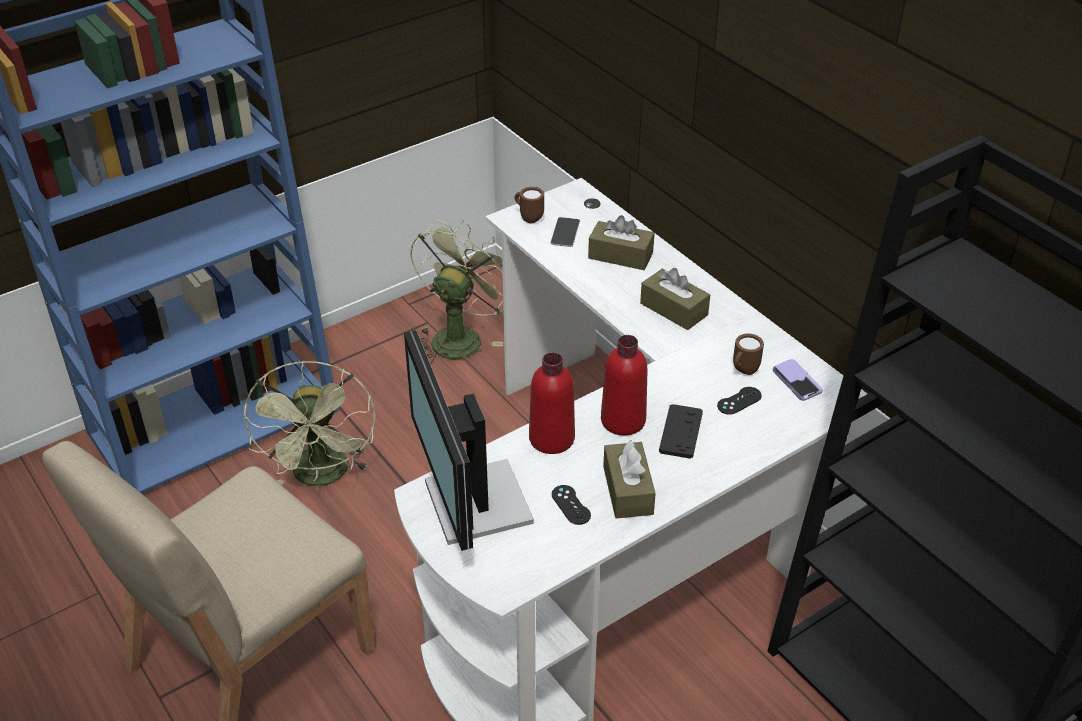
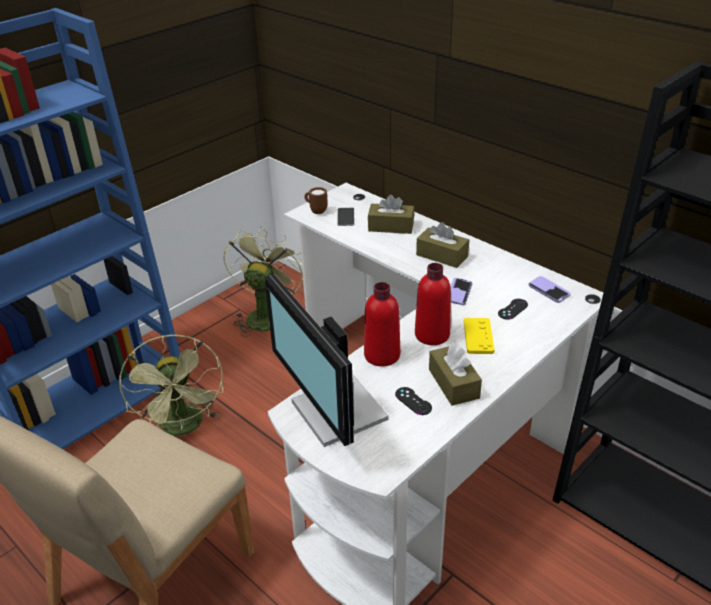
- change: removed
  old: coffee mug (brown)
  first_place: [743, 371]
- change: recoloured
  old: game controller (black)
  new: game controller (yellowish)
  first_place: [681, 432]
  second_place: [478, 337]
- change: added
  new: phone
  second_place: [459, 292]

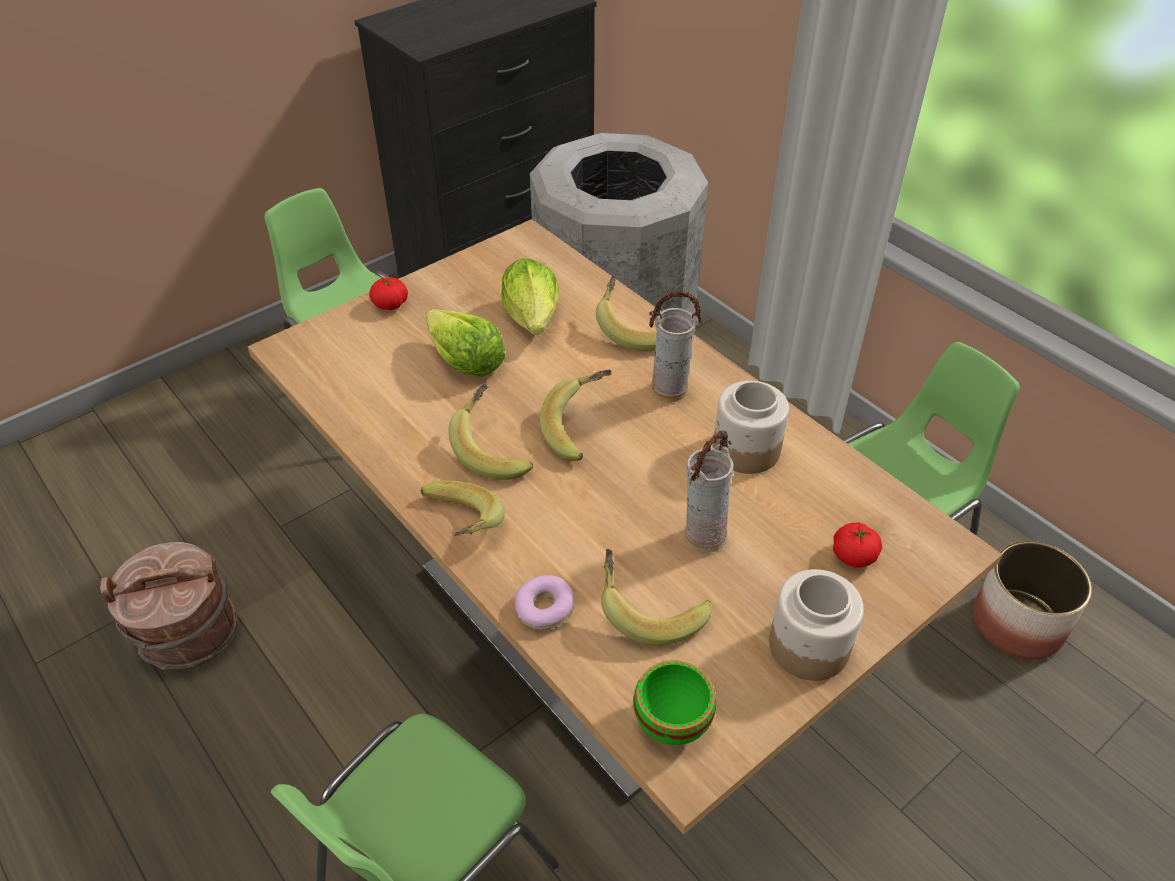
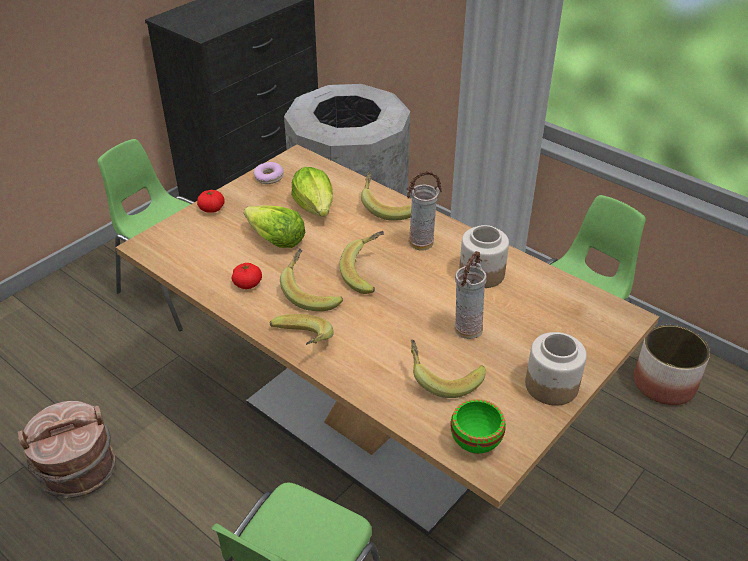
- change: moved
  old: tomato
  first_place: [853, 555]
  second_place: [247, 284]
- change: moved
  old: donut
  first_place: [544, 608]
  second_place: [269, 177]

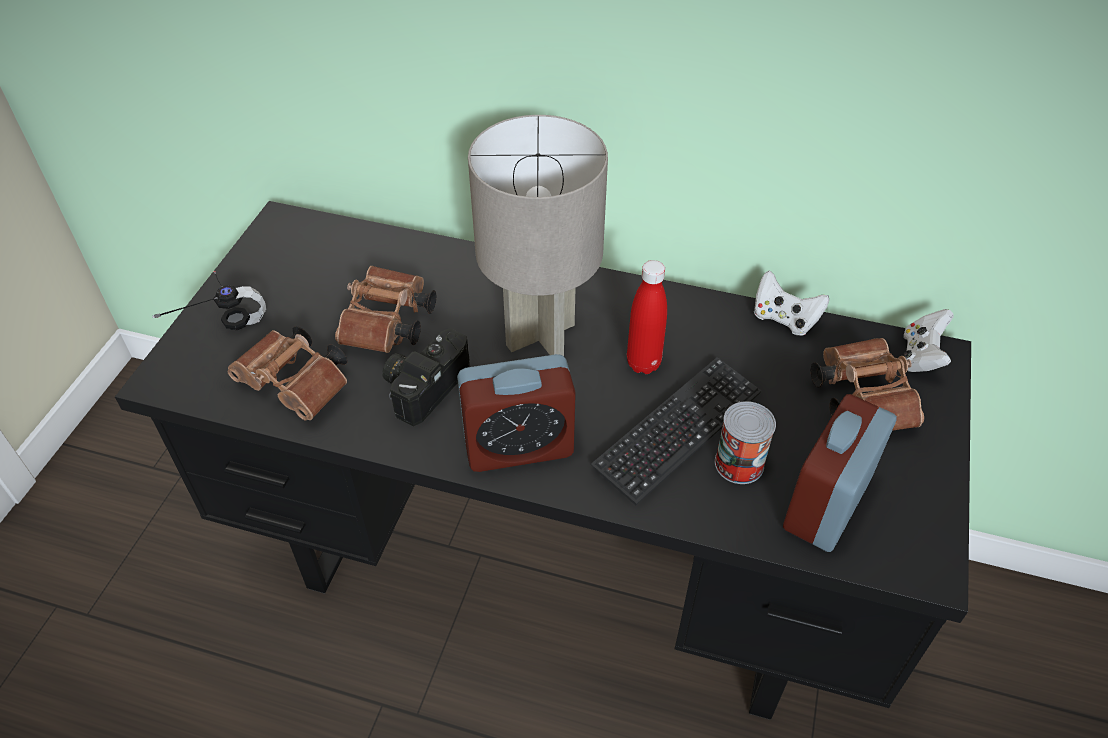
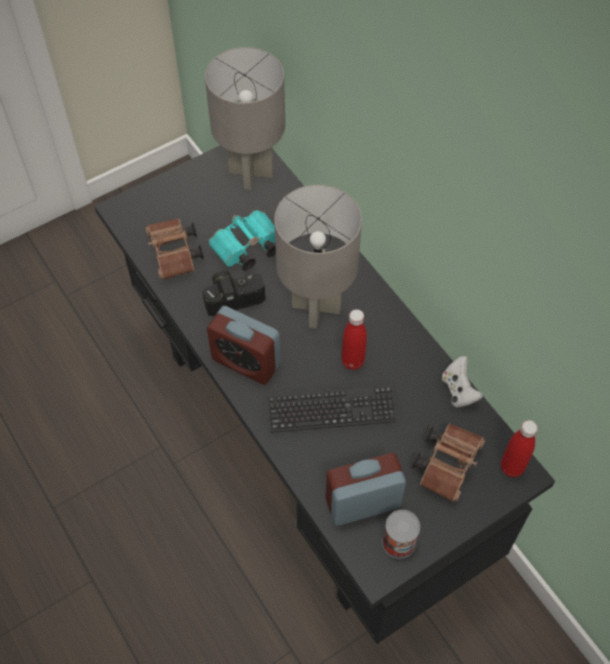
- change: recoloured
  old: field glasses (brown)
  new: field glasses (turquoise)
  first_place: [388, 326]
  second_place: [246, 249]
- change: removed
  old: headset
  first_place: [219, 321]
- change: replaced
  old: game controller (white-coloured)
  new: bottle (red)
  first_place: [920, 356]
  second_place: [511, 467]
- change: moved
  old: metal can
  first_place: [739, 464]
  second_place: [399, 542]
- change: added
  new: lamp for a table (grey)
  second_place: [250, 173]

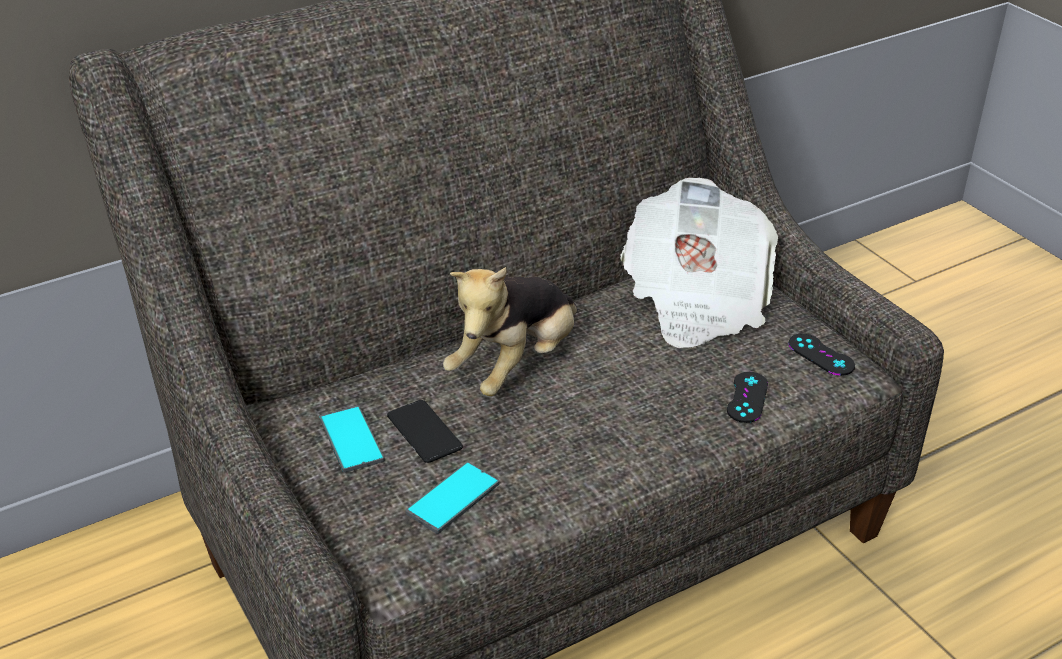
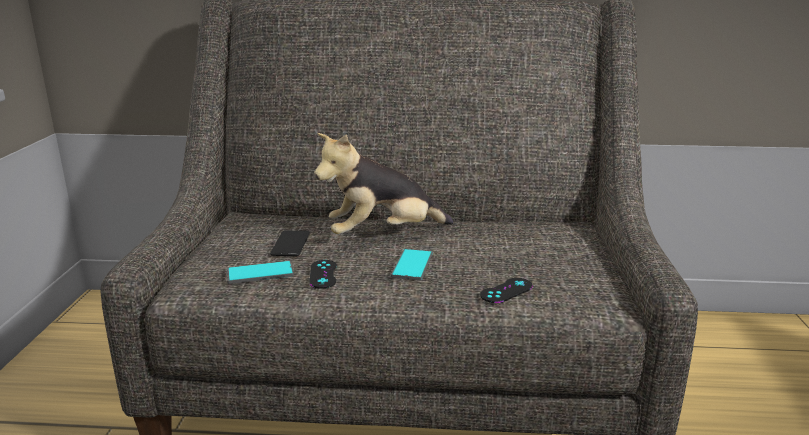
- change: removed
  old: daily paper
  first_place: [695, 300]
- change: moved
  old: game controller (black)
  first_place: [821, 355]
  second_place: [323, 274]
- change: moved
  old: phone
  first_place: [351, 439]
  second_place: [412, 265]

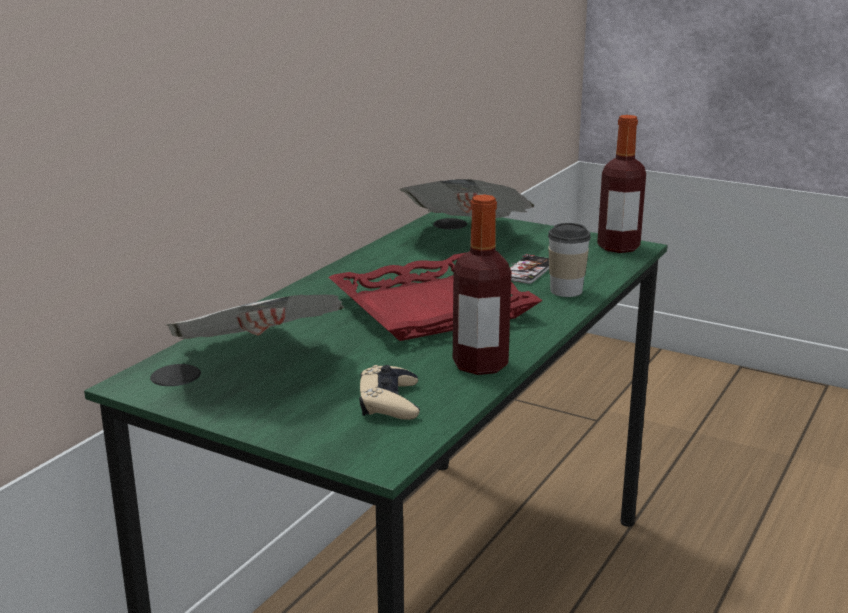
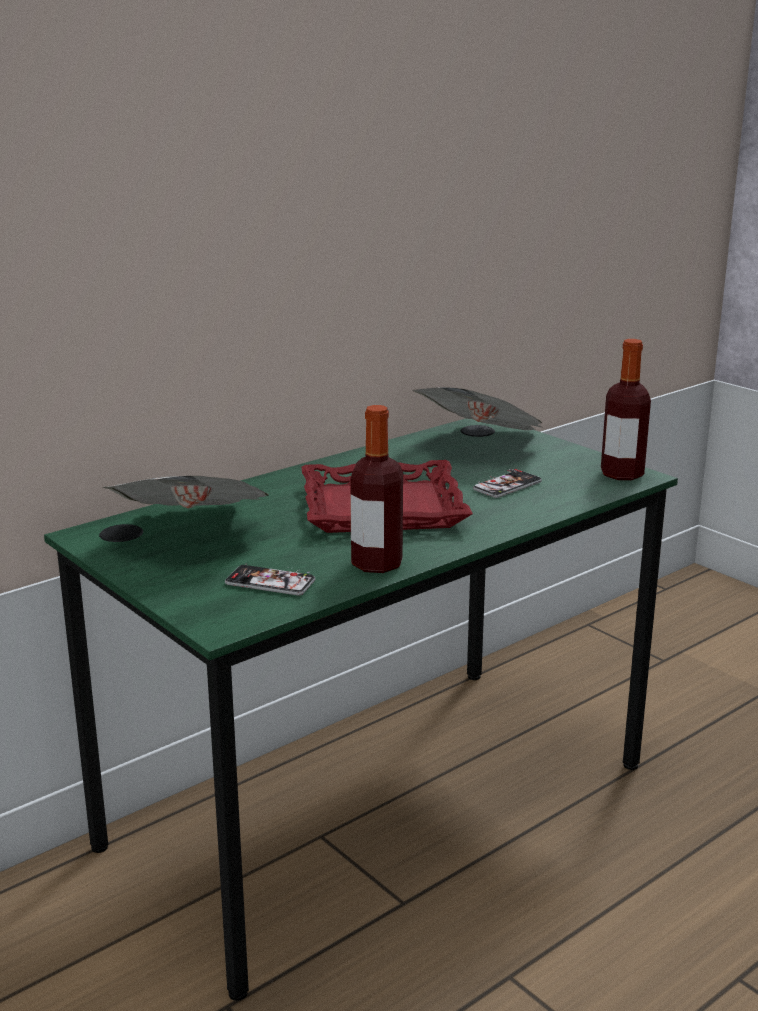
- change: removed
  old: cup
  first_place: [566, 291]
- change: replaced
  old: game controller (sand-coloured)
  new: phone
  first_place: [389, 401]
  second_place: [270, 582]

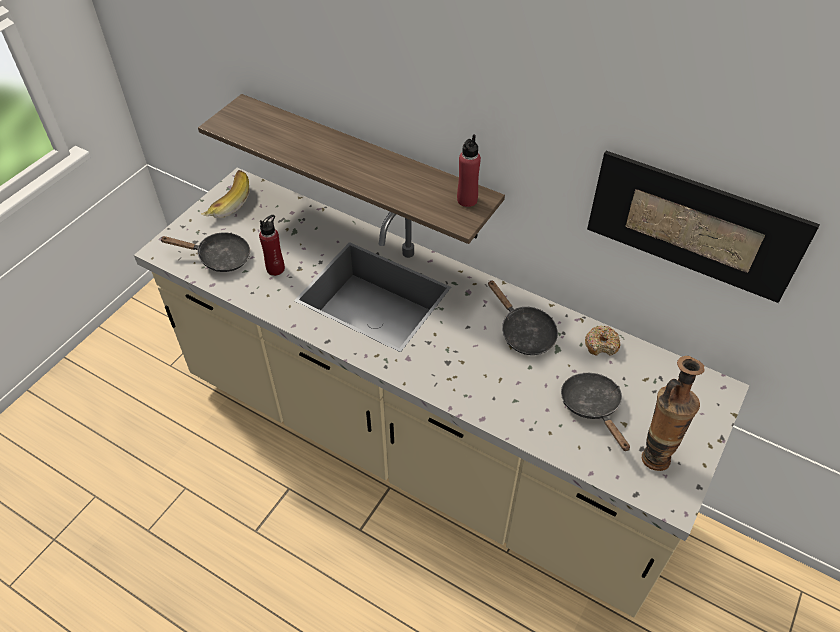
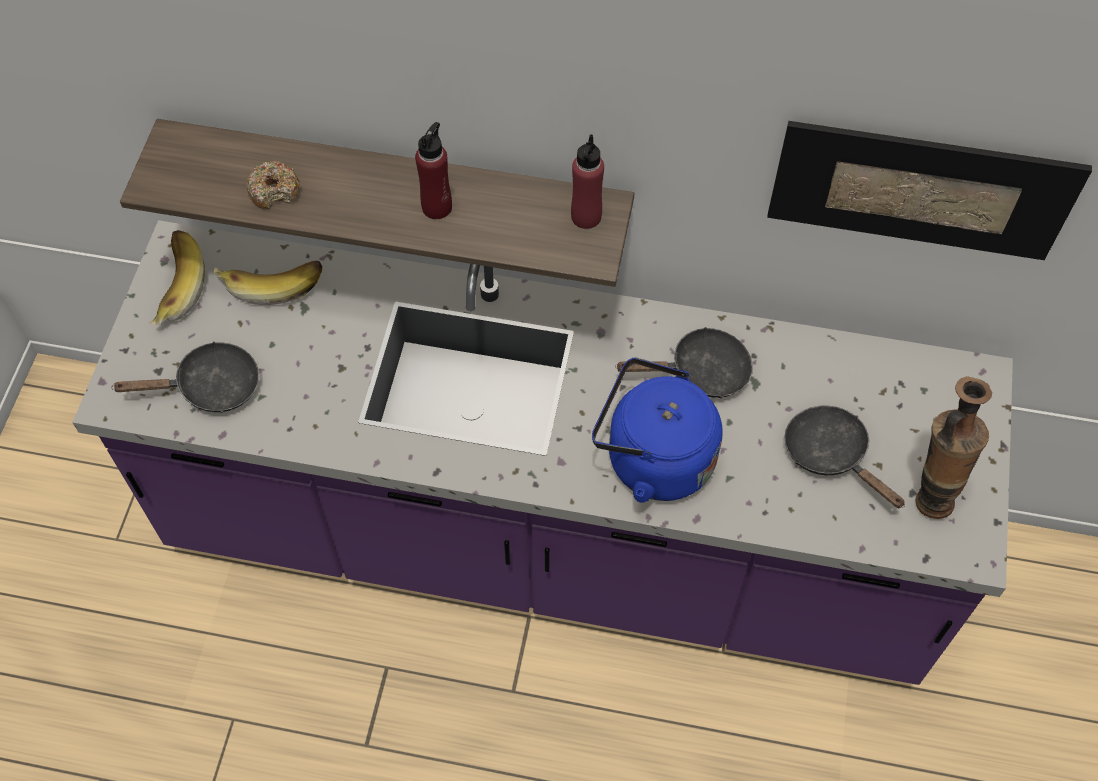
- change: recoloured
  old: counter (sand-coloured)
  new: counter (purple-coloured)
  first_place: [420, 448]
  second_place: [549, 544]
- change: moved
  old: bottle (red)
  first_place: [275, 269]
  second_place: [437, 207]
- change: turned
  old: skillet (black)
  first_place: [523, 332]
  second_place: [701, 372]
  degrees: -45
- change: moved
  old: donut
  first_place: [601, 345]
  second_place: [274, 190]
- change: added
  new: banana
  second_place: [273, 282]
- change: added
  new: water kettle (blue-coloured)
  second_place: [653, 459]

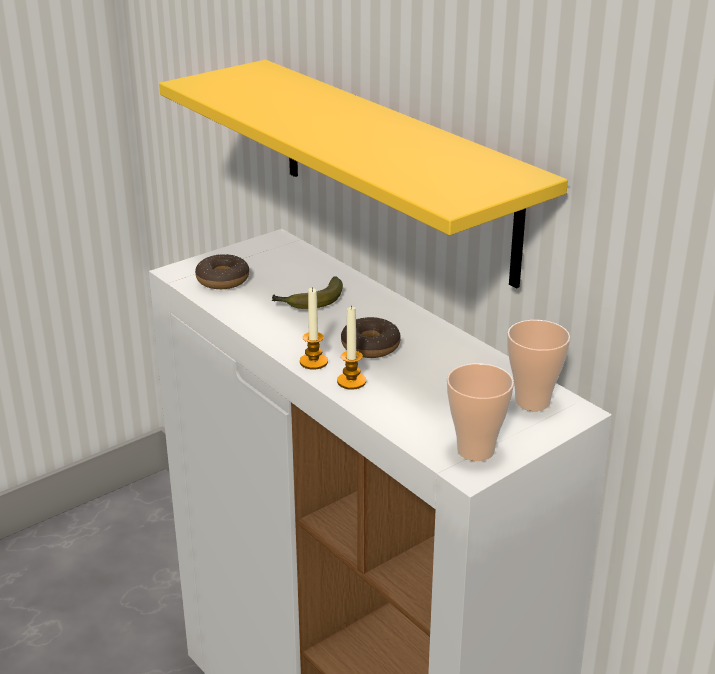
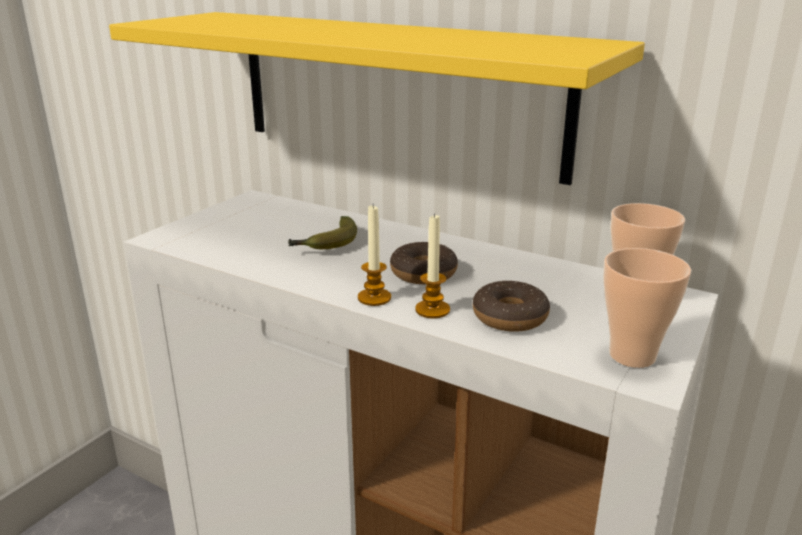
- change: moved
  old: donut
  first_place: [222, 280]
  second_place: [510, 317]

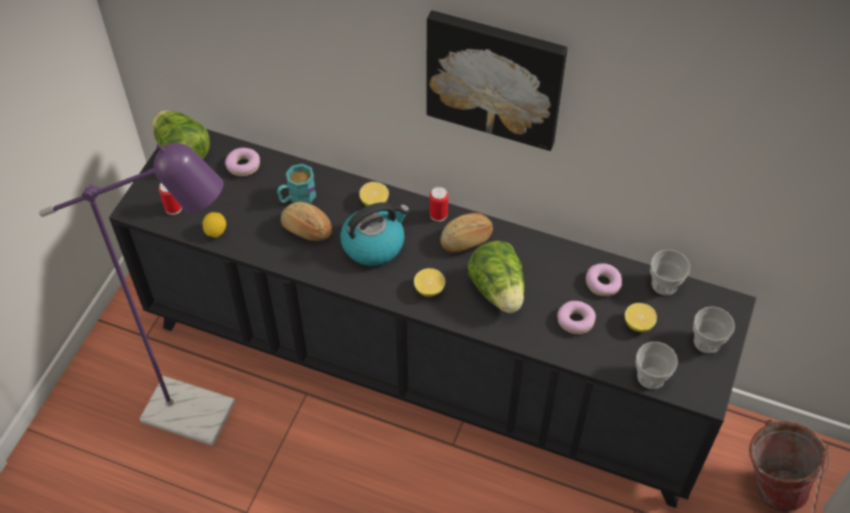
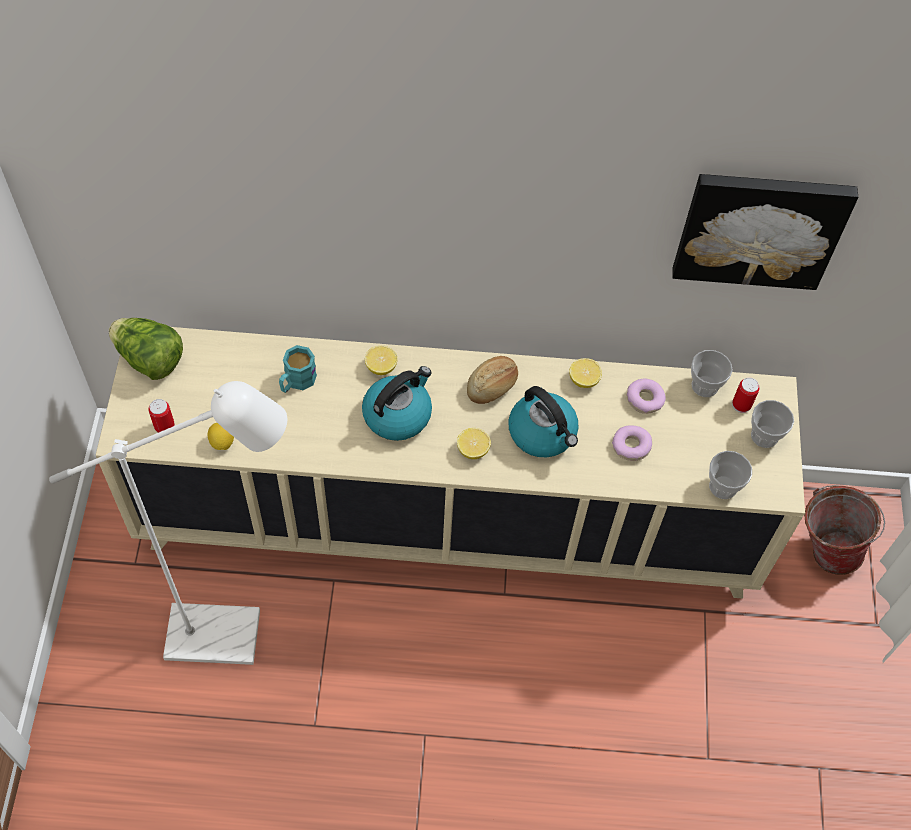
- change: moved
  old: picture
  first_place: [495, 77]
  second_place: [760, 228]
- change: recoloured
  old: storage cabinet (black)
  new: storage cabinet (sand-coloured)
  first_place: [425, 368]
  second_place: [449, 520]
- change: recoloured
  old: floor lamp (purple-coloured)
  new: floor lamp (white-coloured)
  first_place: [203, 416]
  second_place: [231, 635]
- change: removed
  old: donut
  first_place: [243, 165]
- change: moved
  old: metal can
  first_place: [438, 214]
  second_place: [741, 405]
- change: removed
  old: bread
  first_place: [306, 229]
- change: replaced
  old: lettuce
  new: water kettle
  first_place: [498, 290]
  second_place: [543, 433]
- change: moved
  old: whole lemon
  first_place: [638, 324]
  second_place: [584, 380]

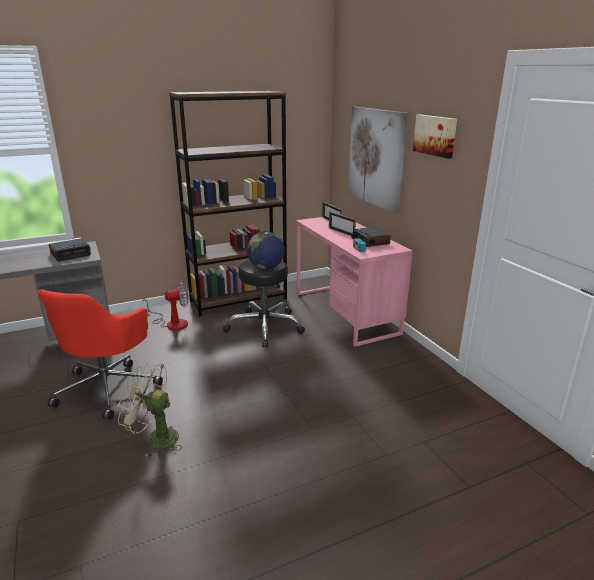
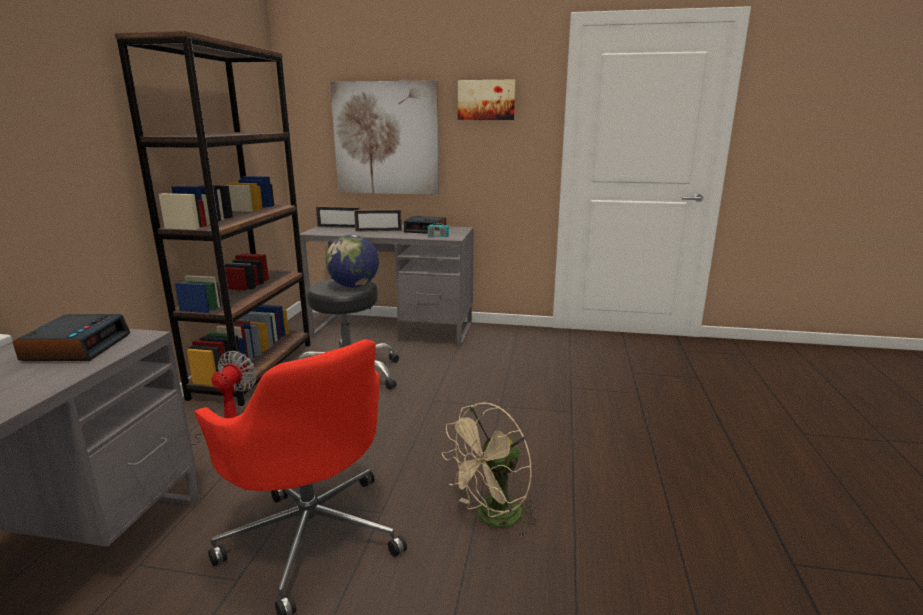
- change: recoloured
  old: desk table (pink)
  new: desk table (grey)
  first_place: [345, 313]
  second_place: [393, 330]

